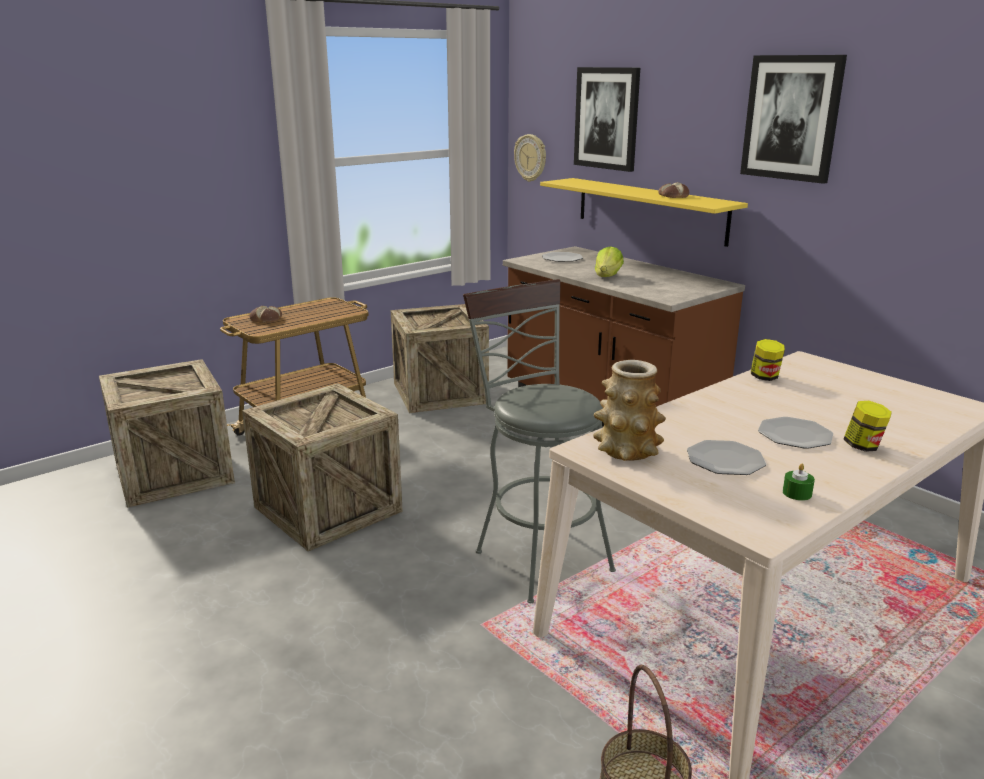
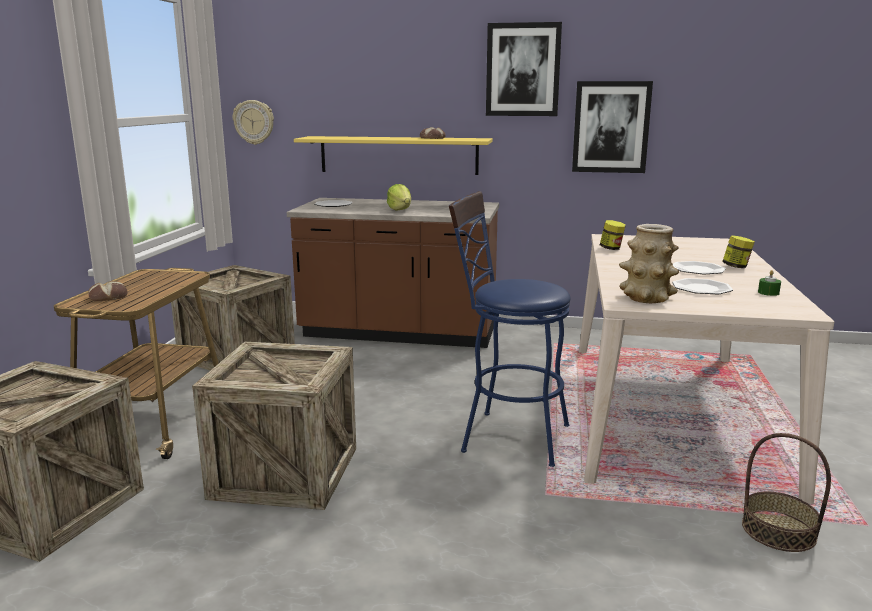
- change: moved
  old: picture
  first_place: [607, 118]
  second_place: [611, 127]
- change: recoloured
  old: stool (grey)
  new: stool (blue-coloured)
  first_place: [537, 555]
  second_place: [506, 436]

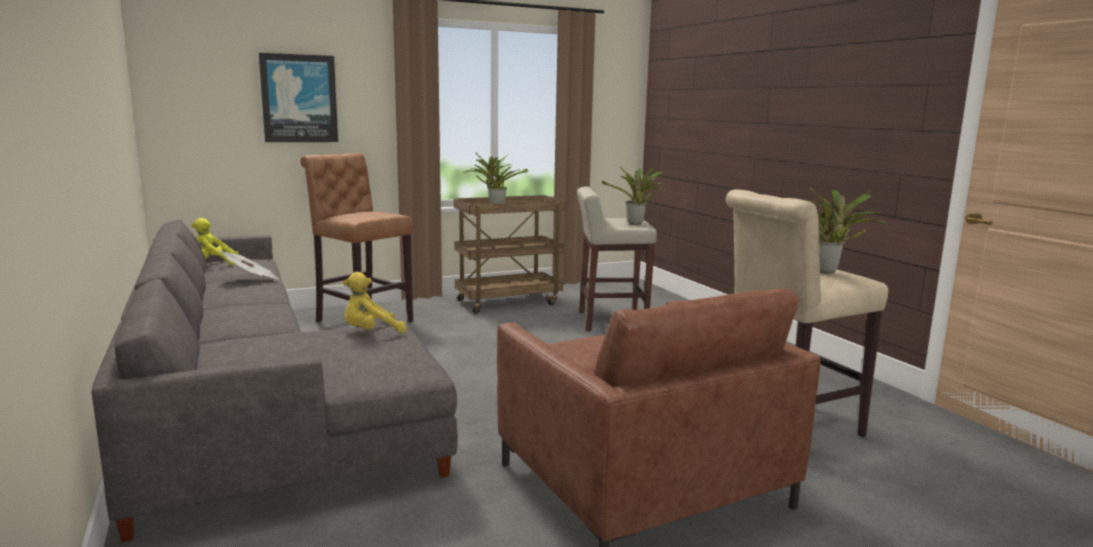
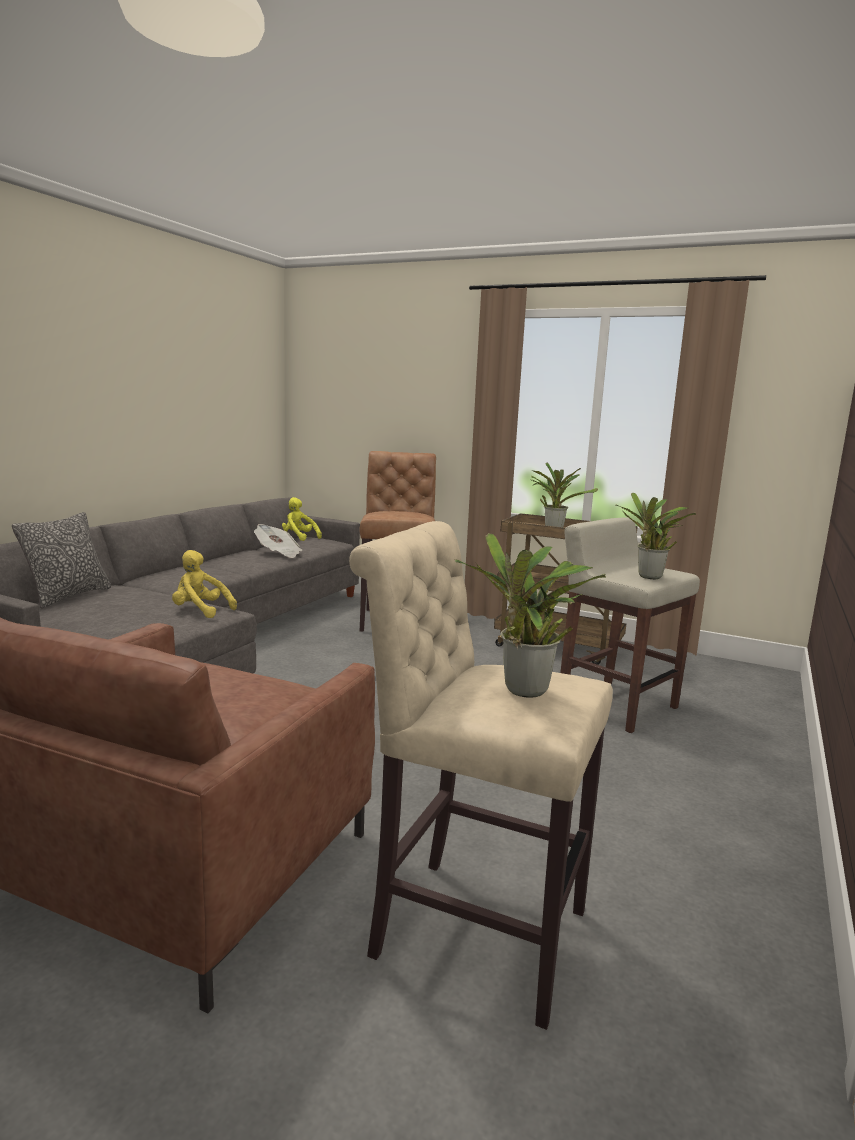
- change: removed
  old: picture
  first_place: [299, 98]
- change: added
  new: cushion
  second_place: [68, 596]

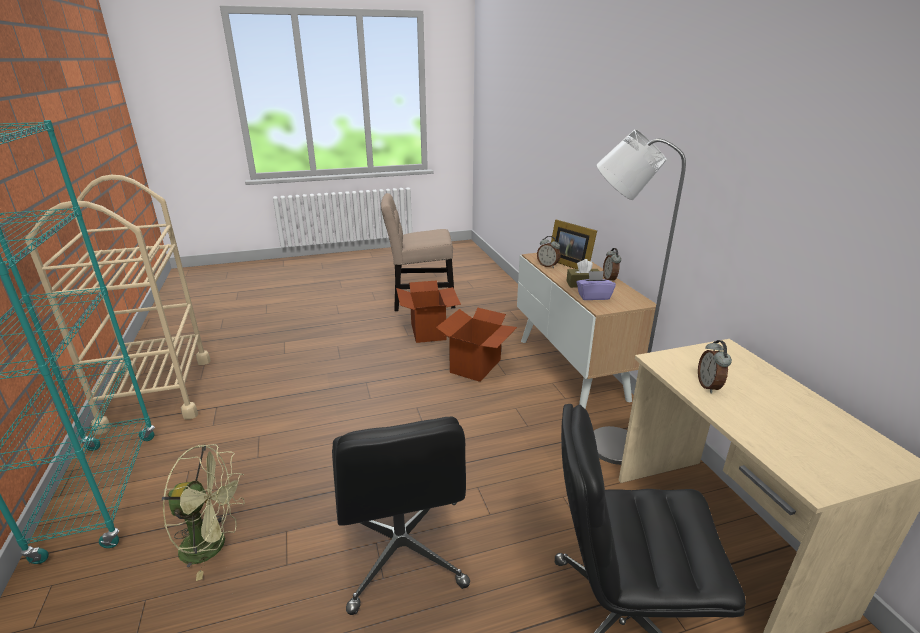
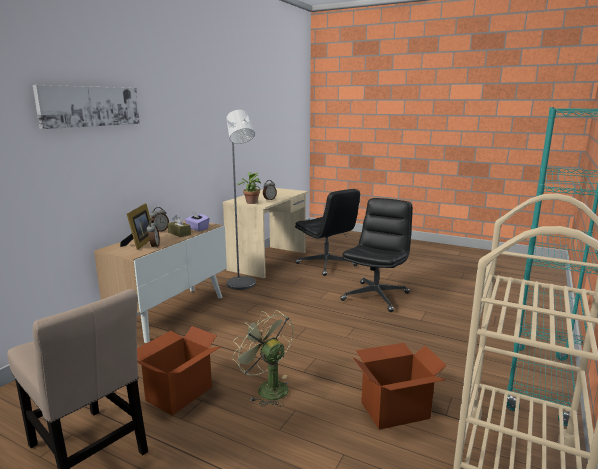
- change: moved
  old: carton
  first_place: [476, 366]
  second_place: [394, 410]
- change: moved
  old: cooling fan (greenish)
  first_place: [213, 545]
  second_place: [267, 388]
- change: added
  new: picture
  second_place: [90, 106]
- change: added
  new: plant in a pot
  second_place: [251, 202]

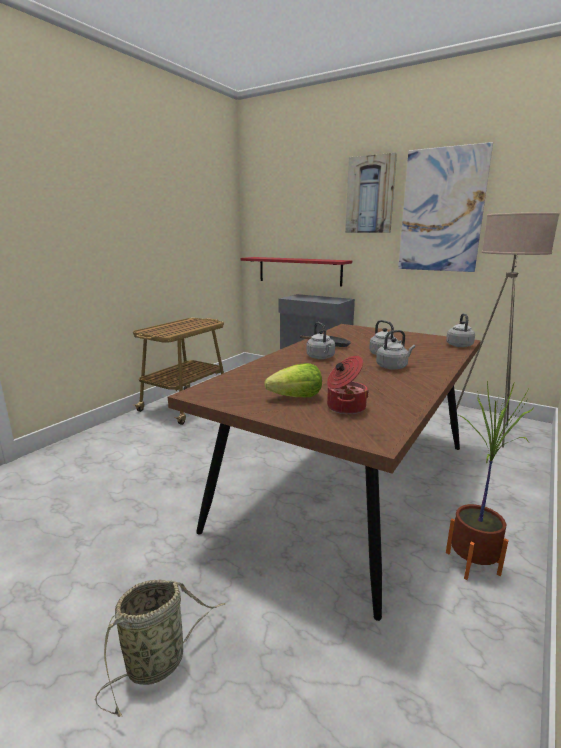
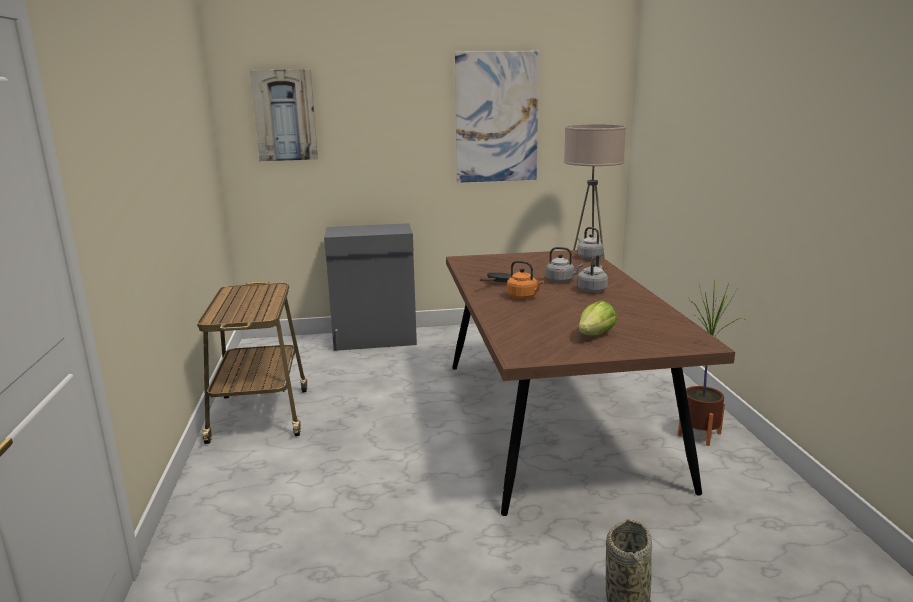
- change: moved
  old: picture
  first_place: [370, 195]
  second_place: [285, 115]
- change: removed
  old: wall shelf (red)
  first_place: [299, 271]
- change: recoloured
  old: water kettle (grey)
  new: water kettle (orange-coloured)
  first_place: [321, 357]
  second_place: [523, 297]
- change: removed
  old: cooking pot
  first_place: [345, 407]

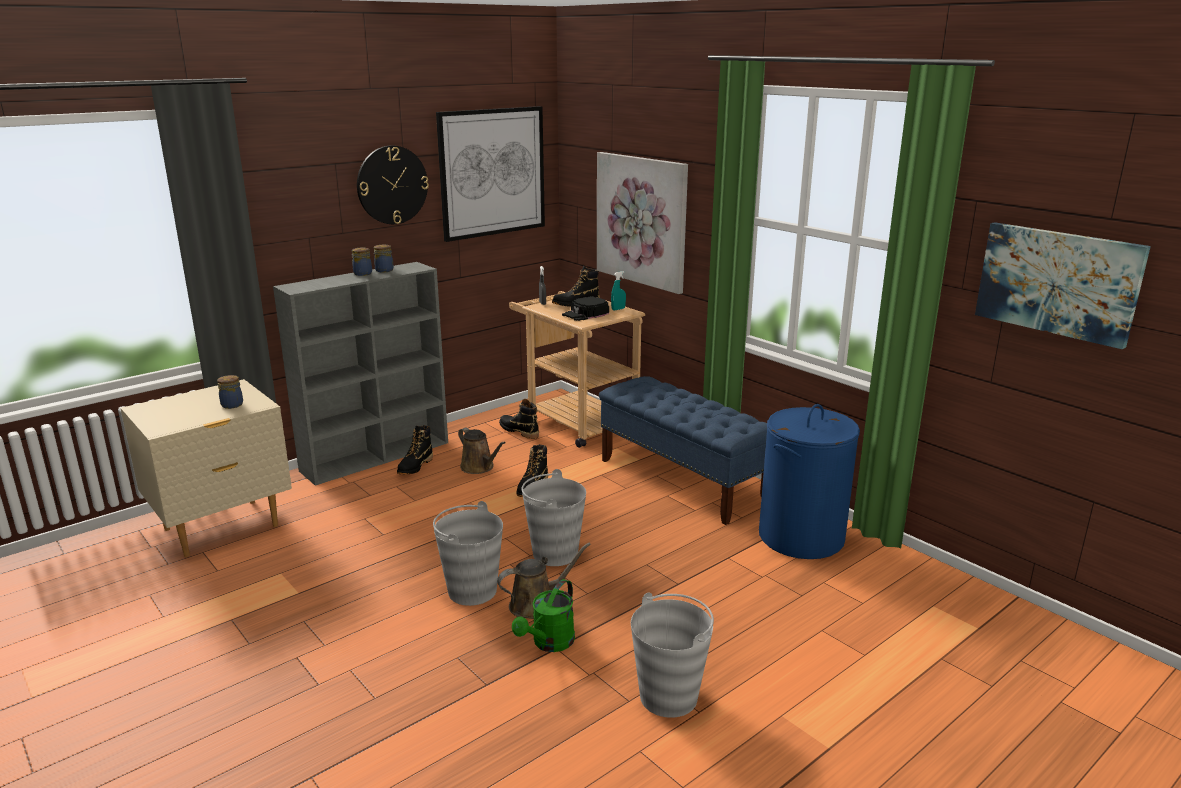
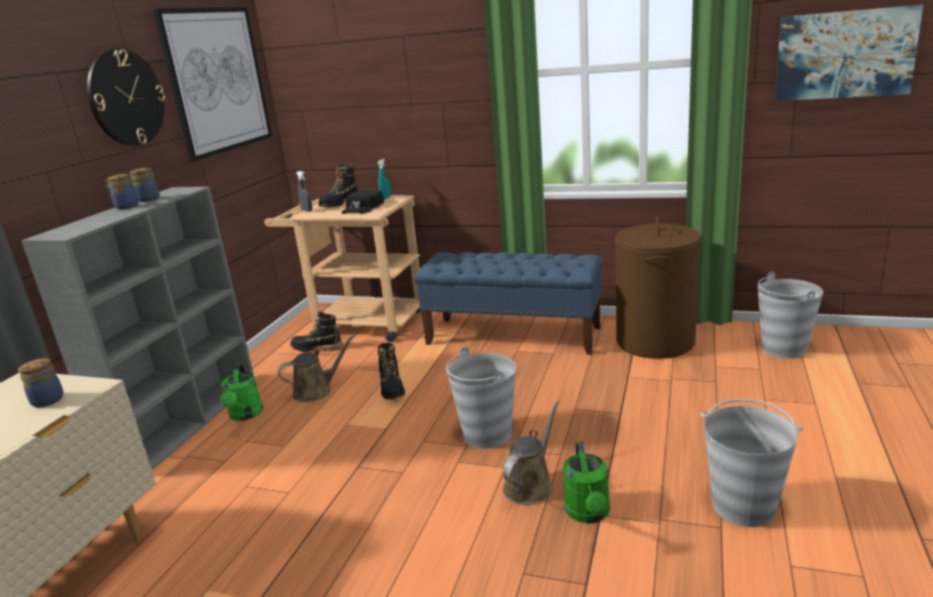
- change: removed
  old: picture
  first_place: [641, 220]
- change: recoloured
  old: washing basket (blue-coloured)
  new: washing basket (brown)
  first_place: [801, 537]
  second_place: [655, 342]
- change: replaced
  old: boot (black)
  new: watering pot (greenish)
  first_place: [415, 466]
  second_place: [245, 415]
- change: turned
  old: watering pot (brown)
  first_place: [479, 467]
  second_place: [316, 391]
  degrees: -45
- change: moved
  old: bucket (grey)
  first_place: [472, 591]
  second_place: [783, 349]

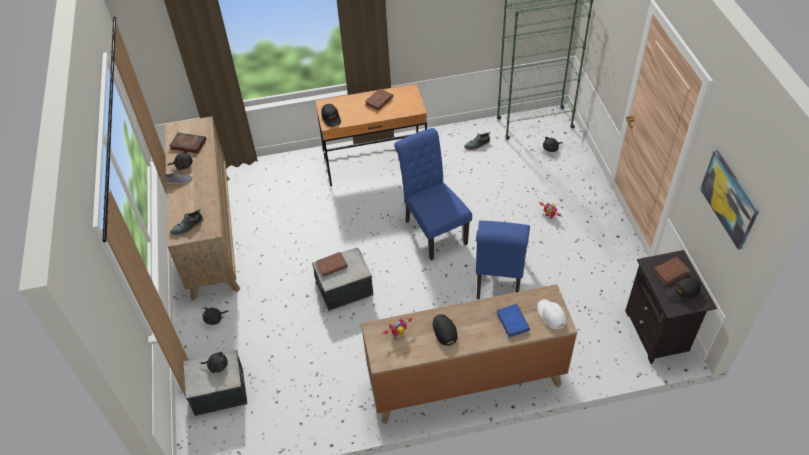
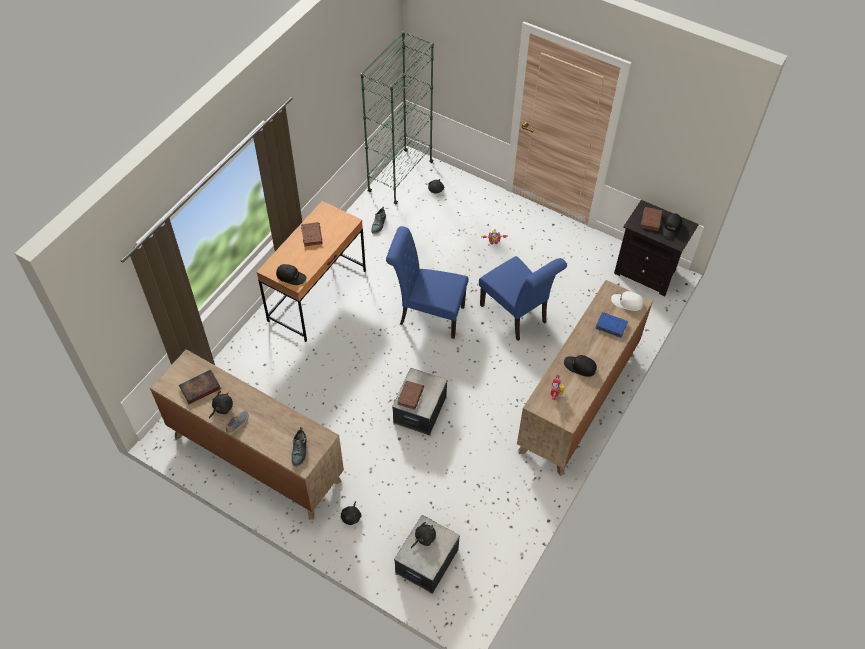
- change: removed
  old: picture
  first_place: [729, 199]

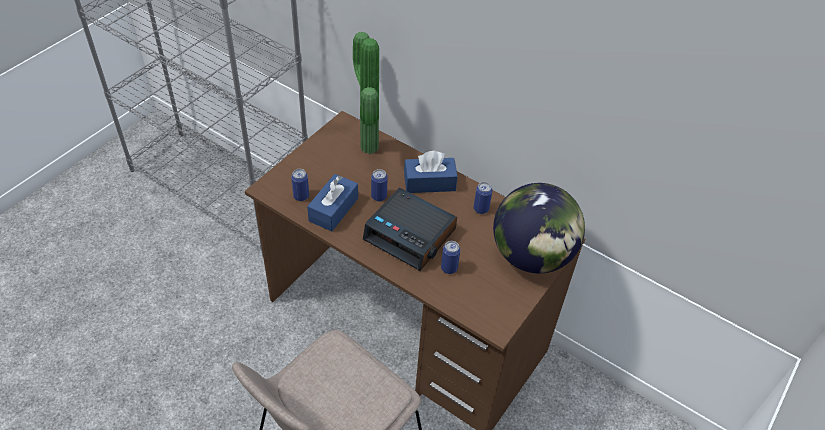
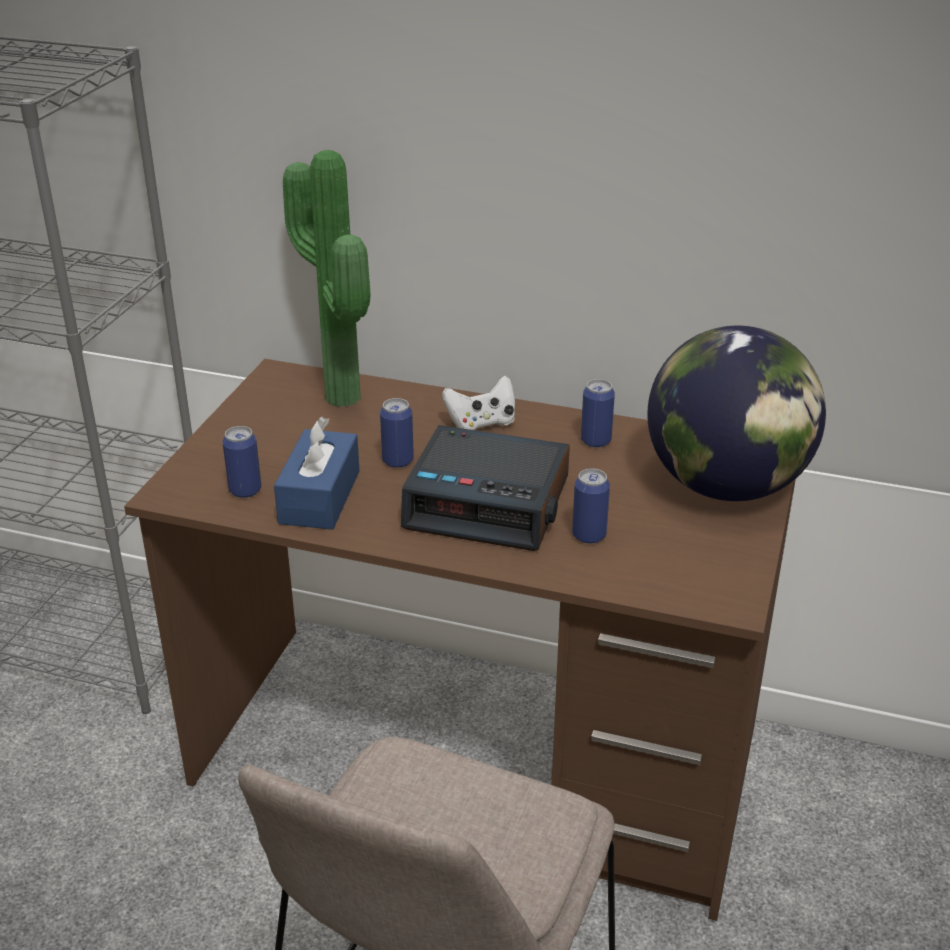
- change: replaced
  old: tissue box (blue-coloured)
  new: game controller (white-coloured)
  first_place: [429, 182]
  second_place: [481, 424]

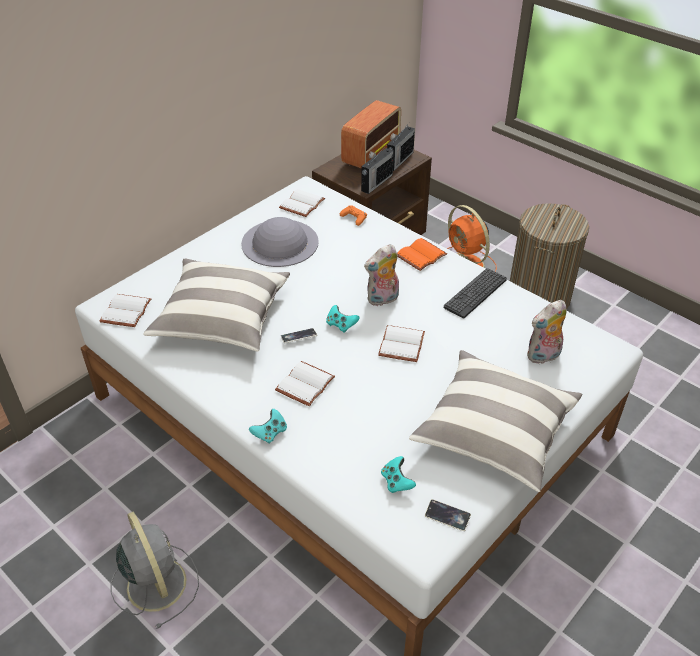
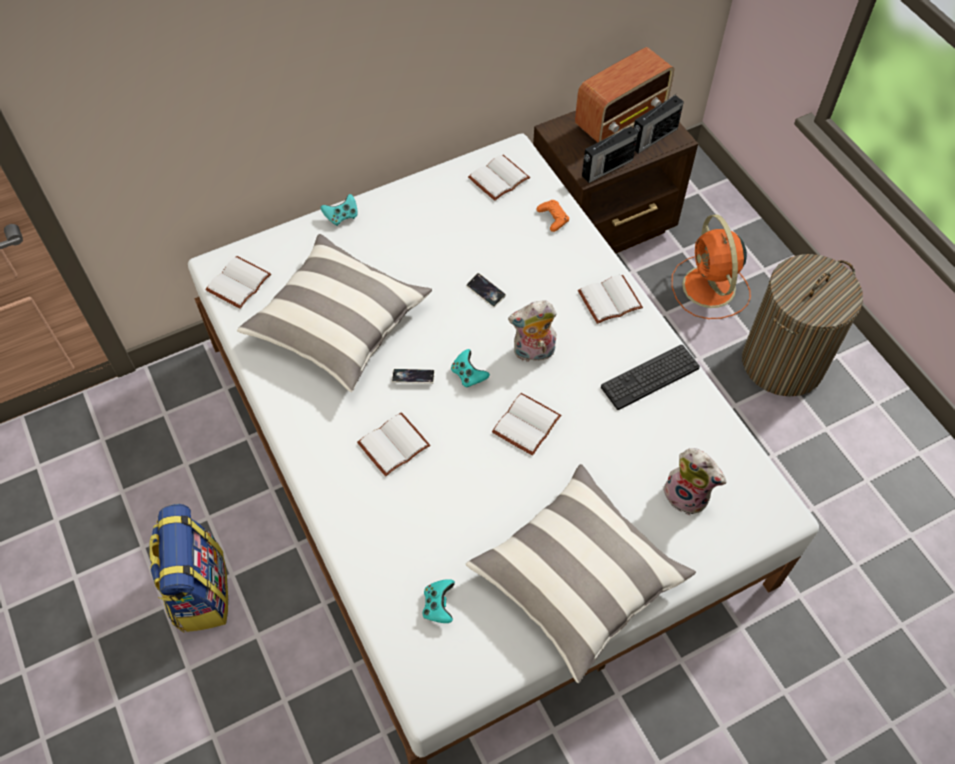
- change: removed
  old: clothing hat (grey)
  first_place: [280, 242]
- change: recoloured
  old: volume (orange-coloured)
  new: volume (white-coloured)
  first_place: [421, 256]
  second_place: [609, 301]
- change: turned
  old: cuddly toy
  first_place: [543, 356]
  second_place: [688, 495]
  degrees: -135
- change: moved
  old: game controller (turquoise)
  first_place: [270, 433]
  second_place: [341, 216]
- change: moved
  old: phone
  first_place: [447, 517]
  second_place: [486, 291]
- change: replaced
  old: cooling fan (grey)
  new: rucksack
  first_place: [155, 582]
  second_place: [199, 591]

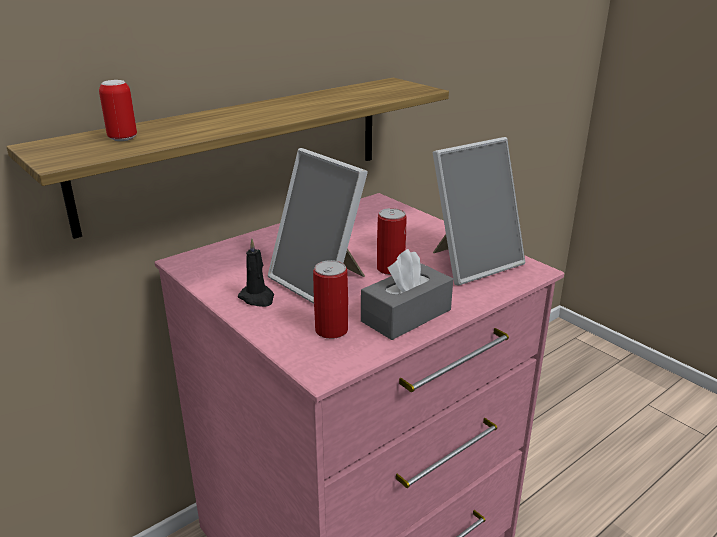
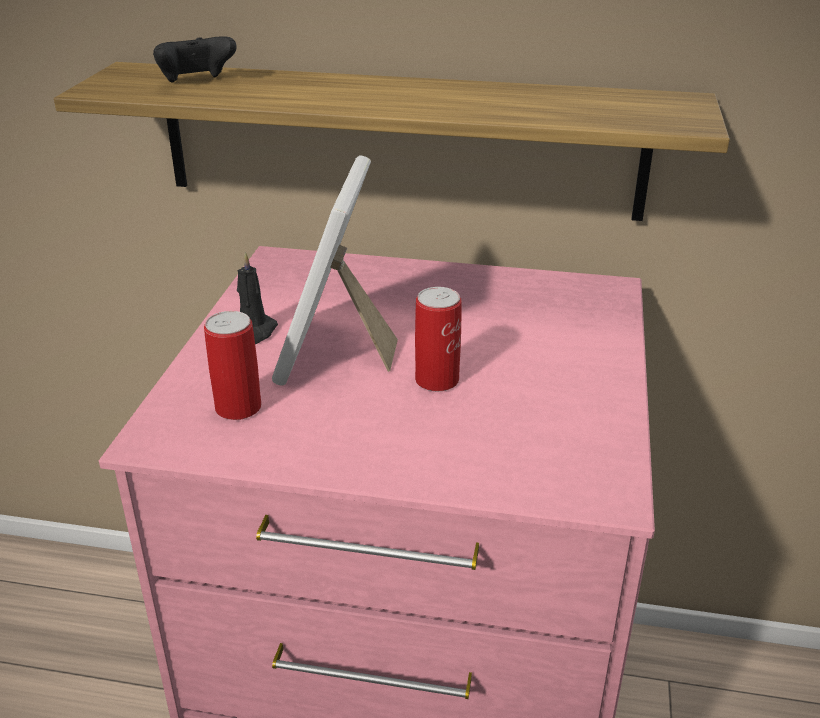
- change: replaced
  old: metal can
  new: game controller (black)
  first_place: [122, 138]
  second_place: [196, 82]
- change: removed
  old: picture frame
  first_place: [472, 263]
- change: removed
  old: tissue box (grey)
  first_place: [406, 315]

